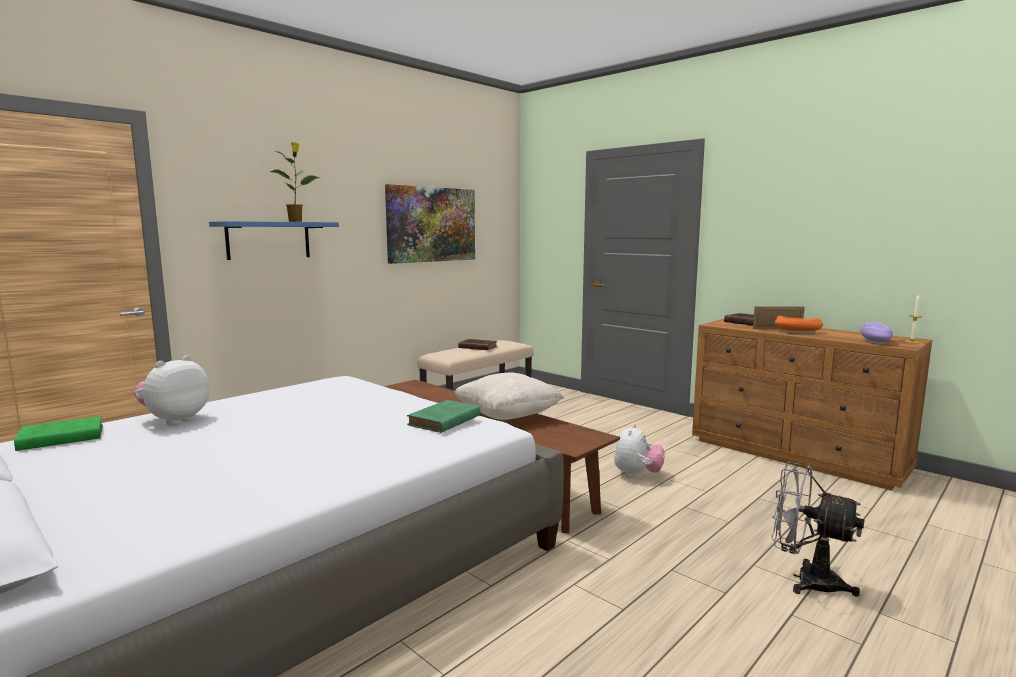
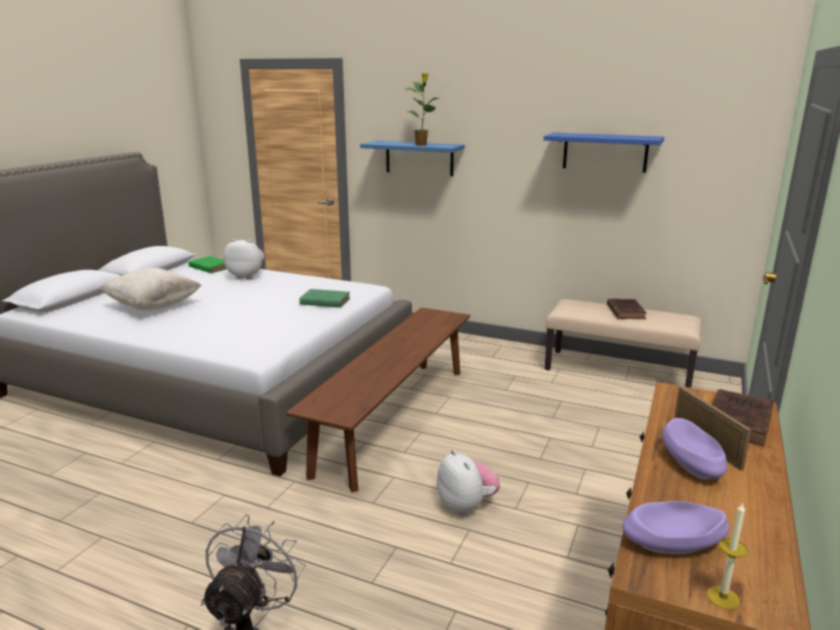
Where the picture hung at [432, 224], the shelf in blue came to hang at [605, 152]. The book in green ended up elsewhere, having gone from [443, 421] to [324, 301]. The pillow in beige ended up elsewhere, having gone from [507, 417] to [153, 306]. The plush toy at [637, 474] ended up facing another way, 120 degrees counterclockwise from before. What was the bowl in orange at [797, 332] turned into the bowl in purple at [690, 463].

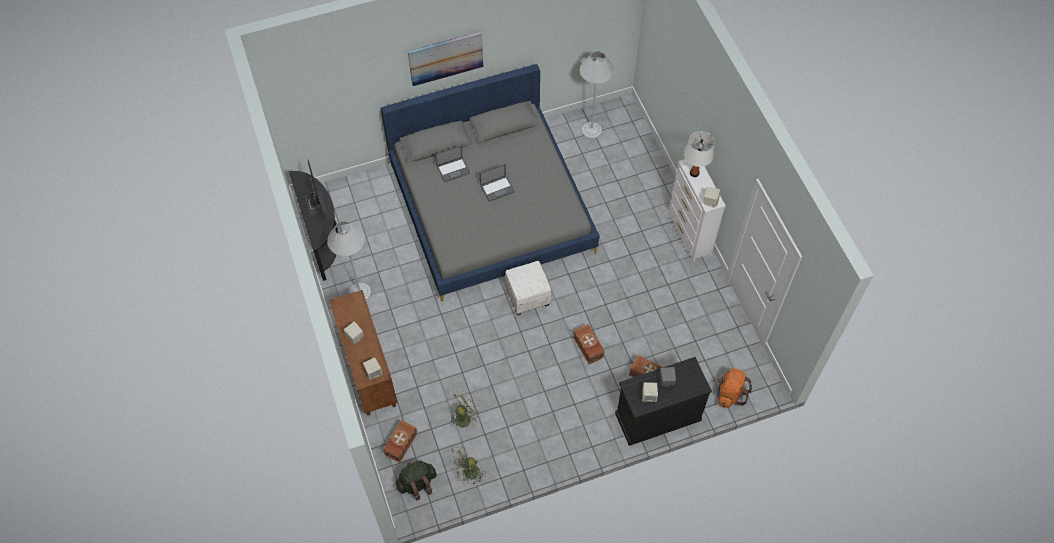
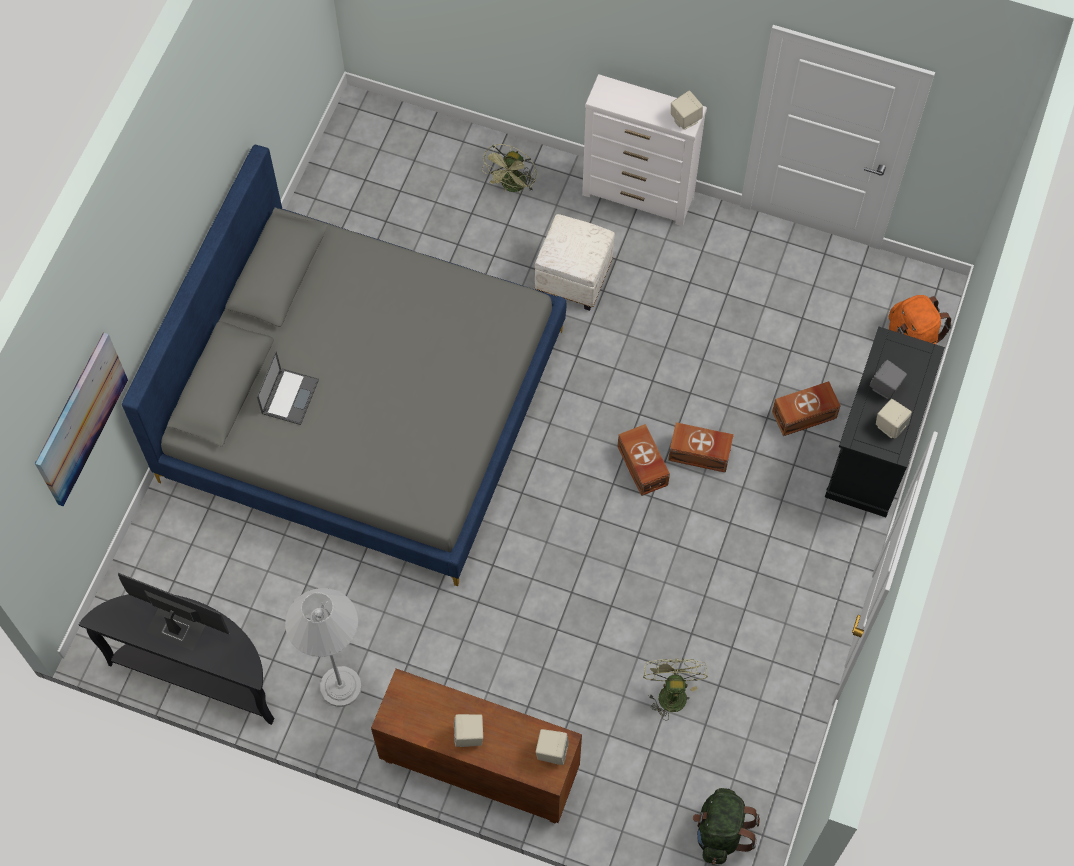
The storage box in brown ended up elsewhere, having gone from [400, 444] to [642, 467]. The picture ended up elsewhere, having gone from [446, 58] to [80, 419]. The fan in green ended up elsewhere, having gone from [468, 473] to [512, 187]. The second view lost the laptop at [497, 188]. The ottoman in white ended up elsewhere, having gone from [528, 296] to [573, 277]. The second view lost the floor lamp in white at [591, 130]. The second view lost the table lamp in white at [694, 173].

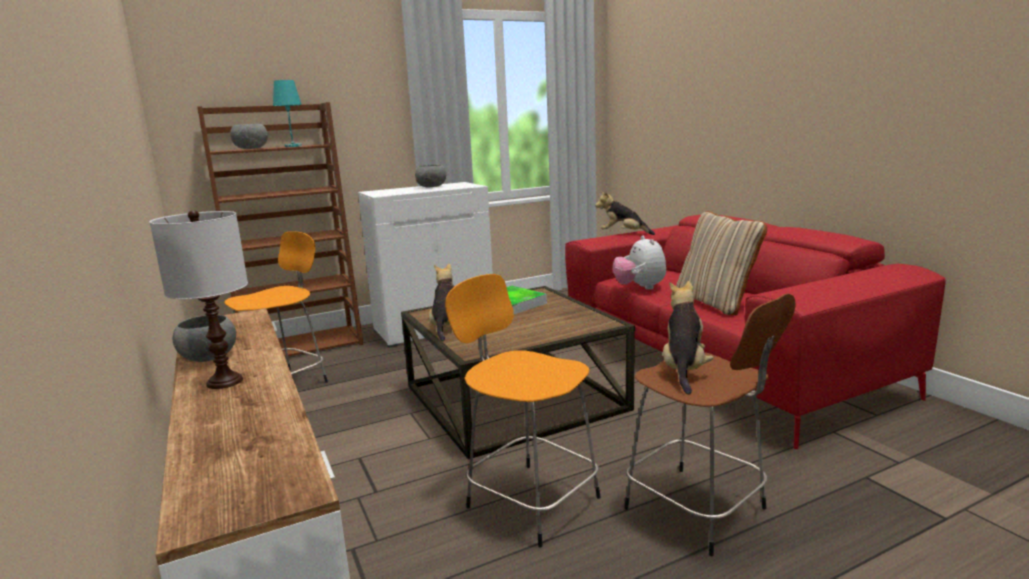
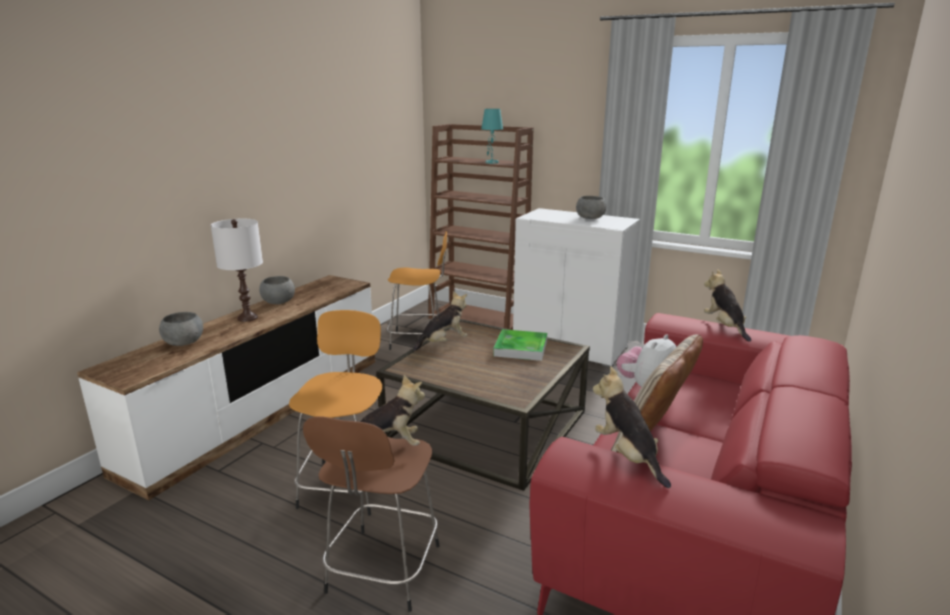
The bowl in grey ended up elsewhere, having gone from [251, 149] to [183, 343]. The second view gained the plush toy at [628, 456].

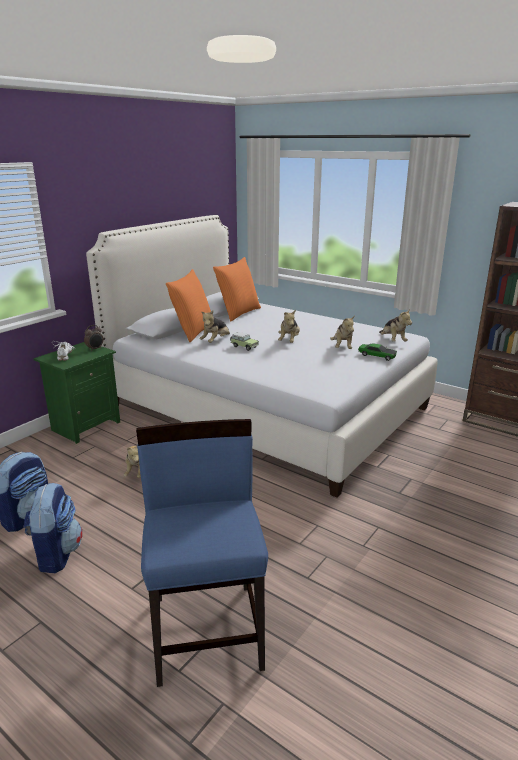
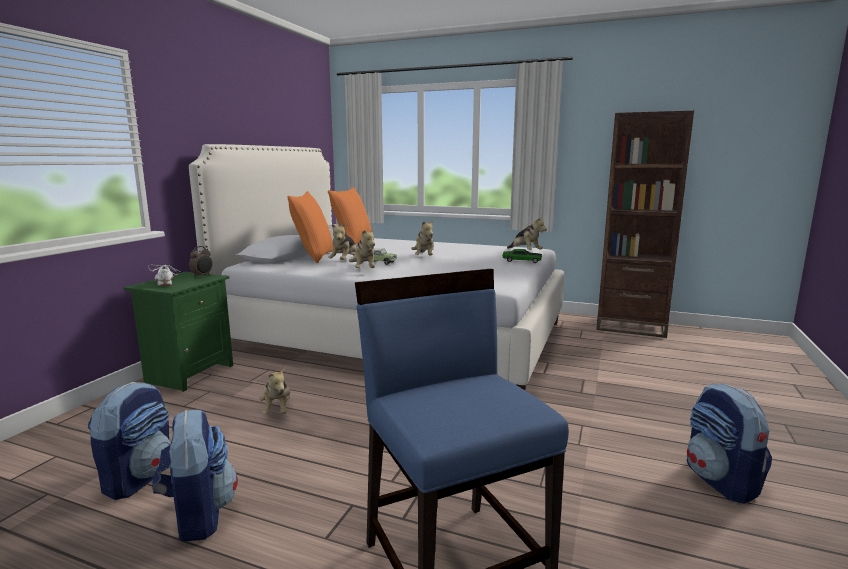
The plush toy ended up elsewhere, having gone from [342, 347] to [364, 270]. The second view gained the backpack at [721, 481].

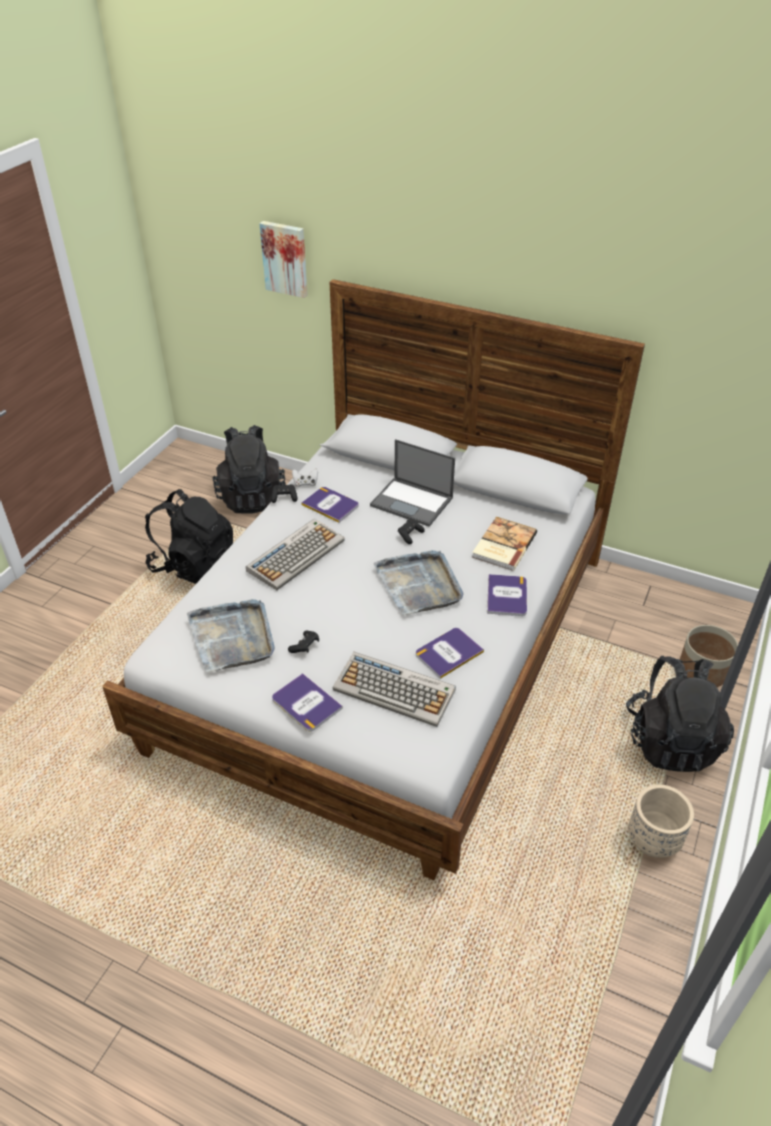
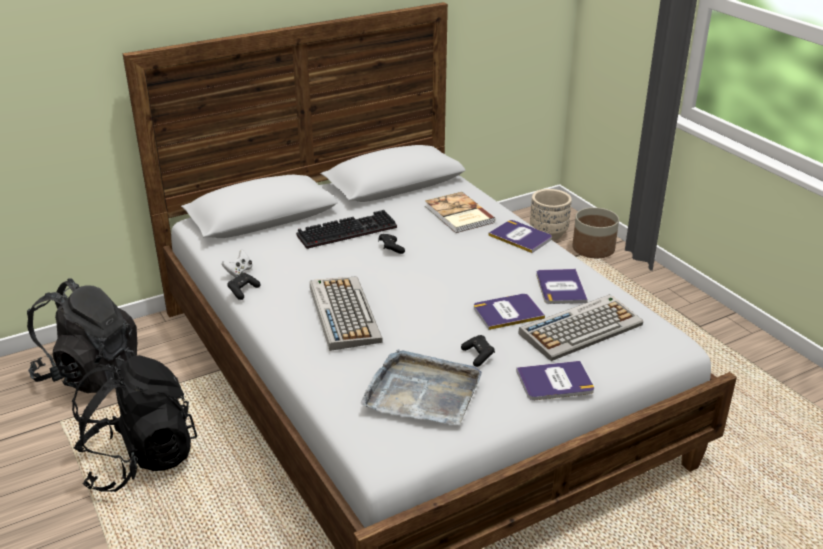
The second view lost the picture at [285, 258]. The book ended up elsewhere, having gone from [330, 505] to [508, 312]. Where the laptop stood at [412, 502], the keyboard came to stand at [348, 230]. The second view lost the tray in grey at [419, 584]. The second view lost the backpack in black at [671, 740]. The planter in beige ended up elsewhere, having gone from [653, 840] to [548, 233].

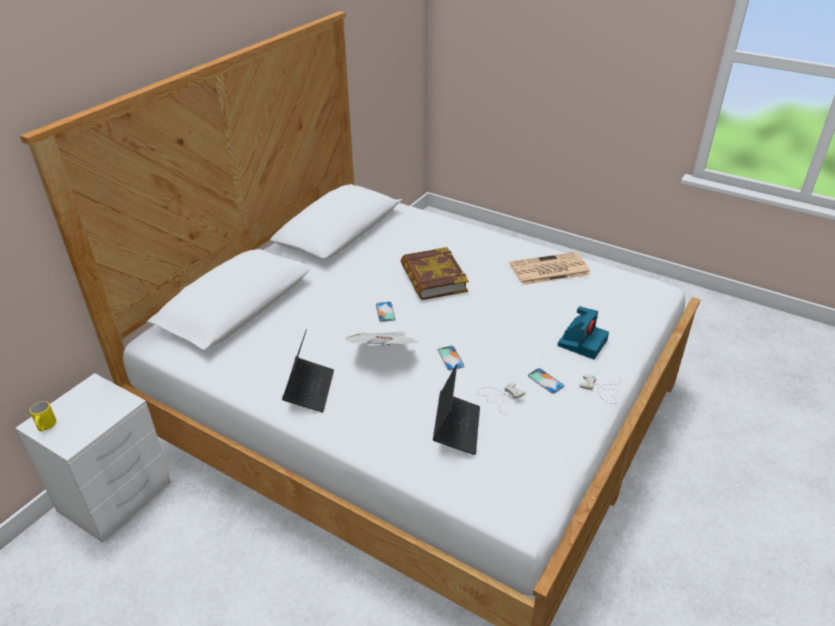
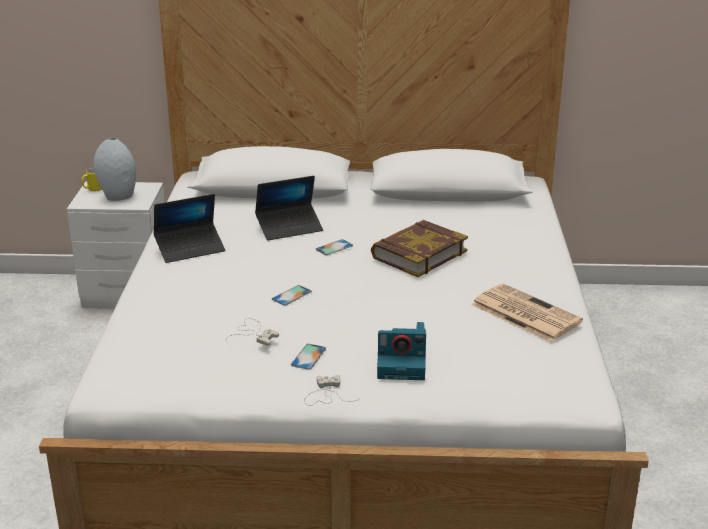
The second view lost the newspaper at [384, 353]. The laptop ended up elsewhere, having gone from [456, 428] to [289, 228]. The second view gained the vase in grey at [118, 196].

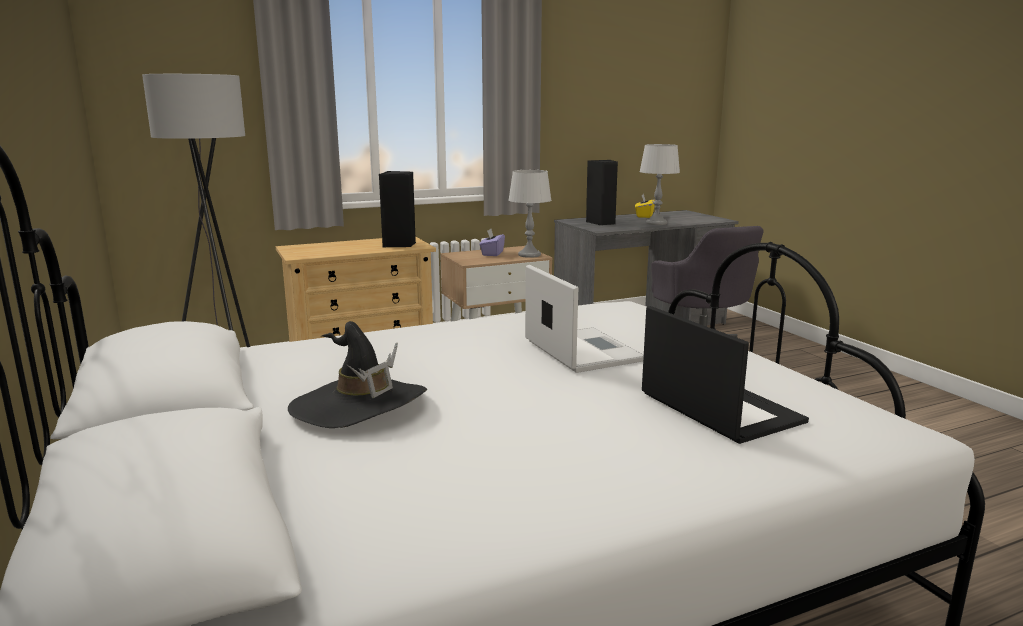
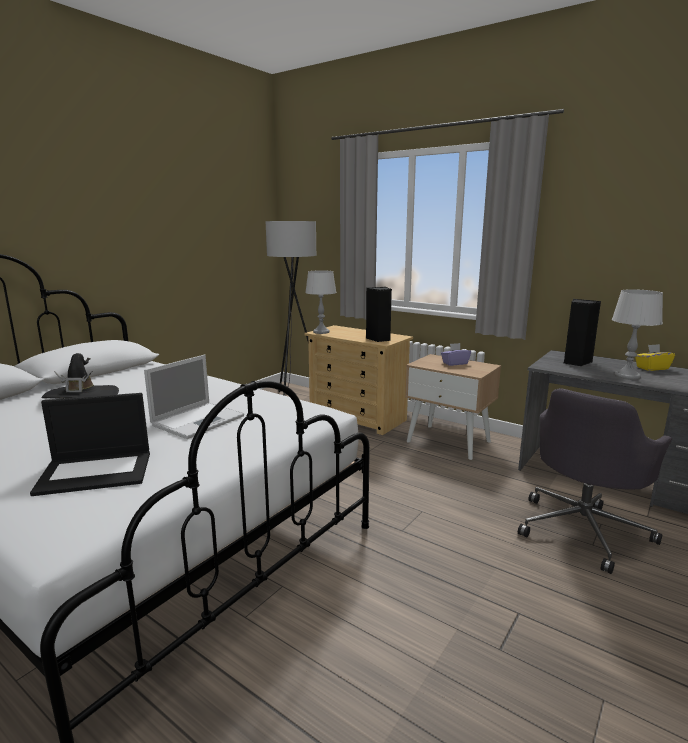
The table lamp in grey ended up elsewhere, having gone from [529, 255] to [321, 332]. The laptop at [717, 408] ended up facing another way, 45 degrees clockwise from before.

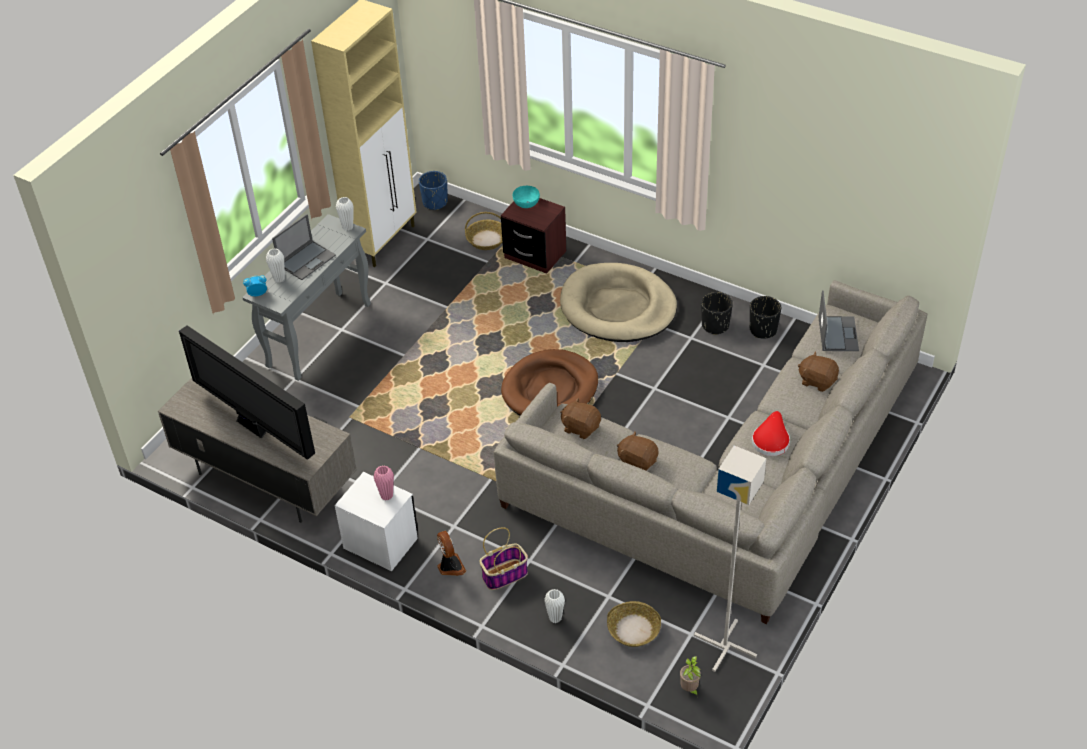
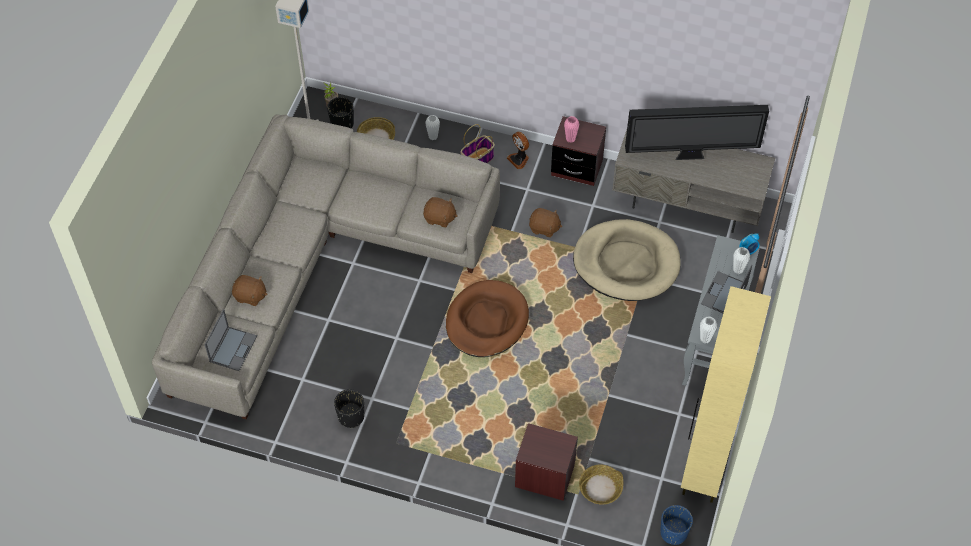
The television at [254, 428] ended up facing another way, 150 degrees clockwise from before. What was the nightstand in white at [381, 543] turned into the nightstand in brown at [577, 168]. The second view lost the bowl in turquoise at [526, 203]. The dog bed in beige ended up elsewhere, having gone from [618, 307] to [626, 263]. The plush toy in brown ended up elsewhere, having gone from [637, 461] to [544, 228]. The planter in black ended up elsewhere, having gone from [763, 330] to [342, 124]. The second view lost the hat in red at [771, 440]. The laptop at [837, 333] ended up facing another way, 150 degrees counterclockwise from before.

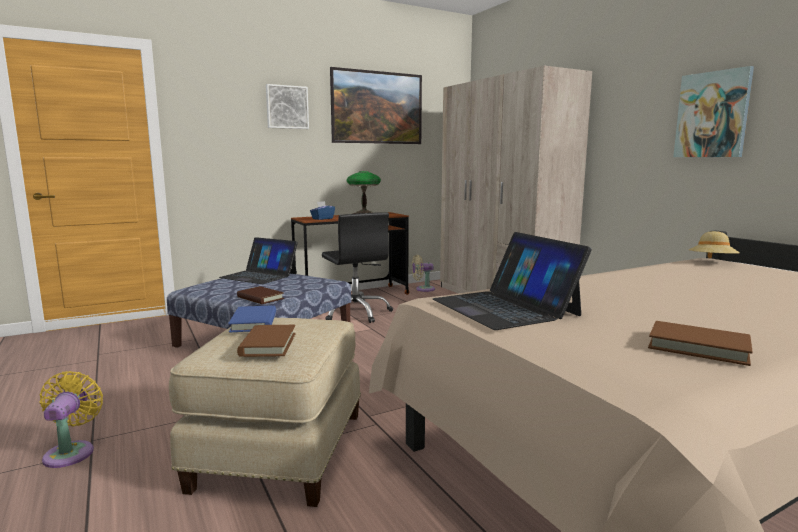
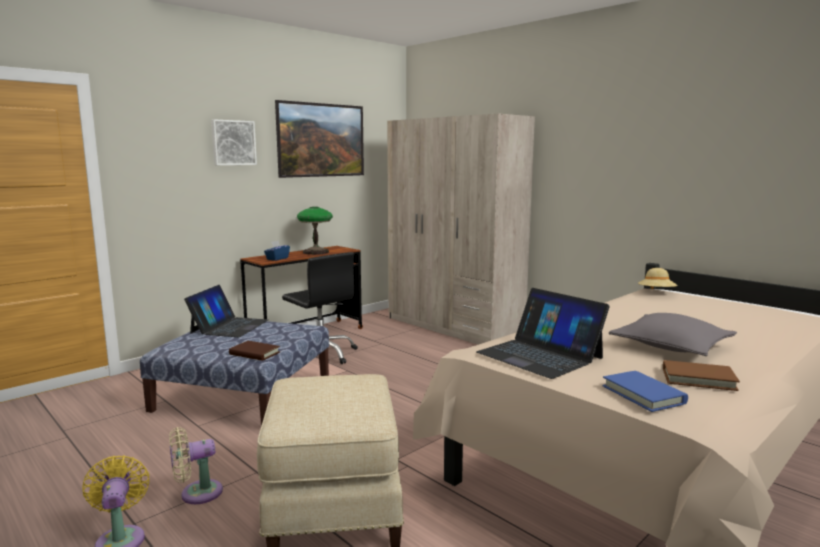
The laptop at [259, 275] ended up facing another way, 90 degrees counterclockwise from before. The book in blue ended up elsewhere, having gone from [254, 322] to [643, 394]. The second view lost the book in brown at [268, 344]. The fan in beige ended up elsewhere, having gone from [423, 289] to [197, 493]. The second view lost the picture at [712, 115]. The second view gained the pillow in grey at [671, 346].

